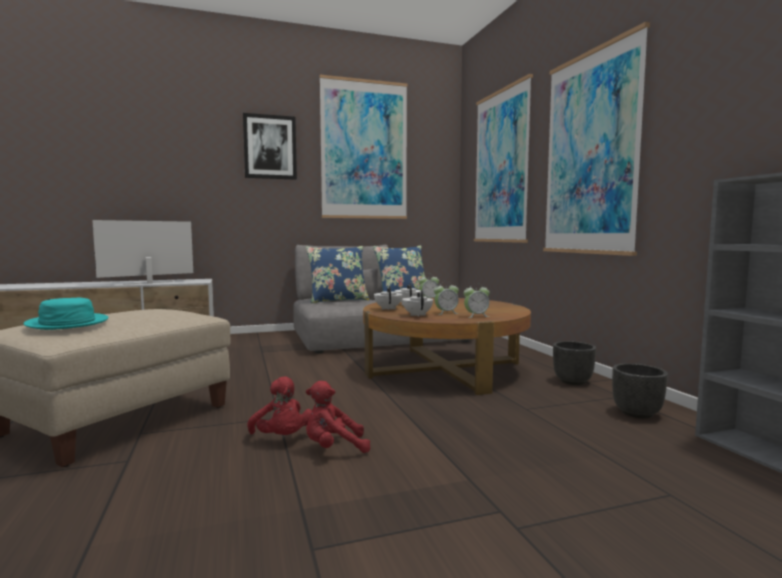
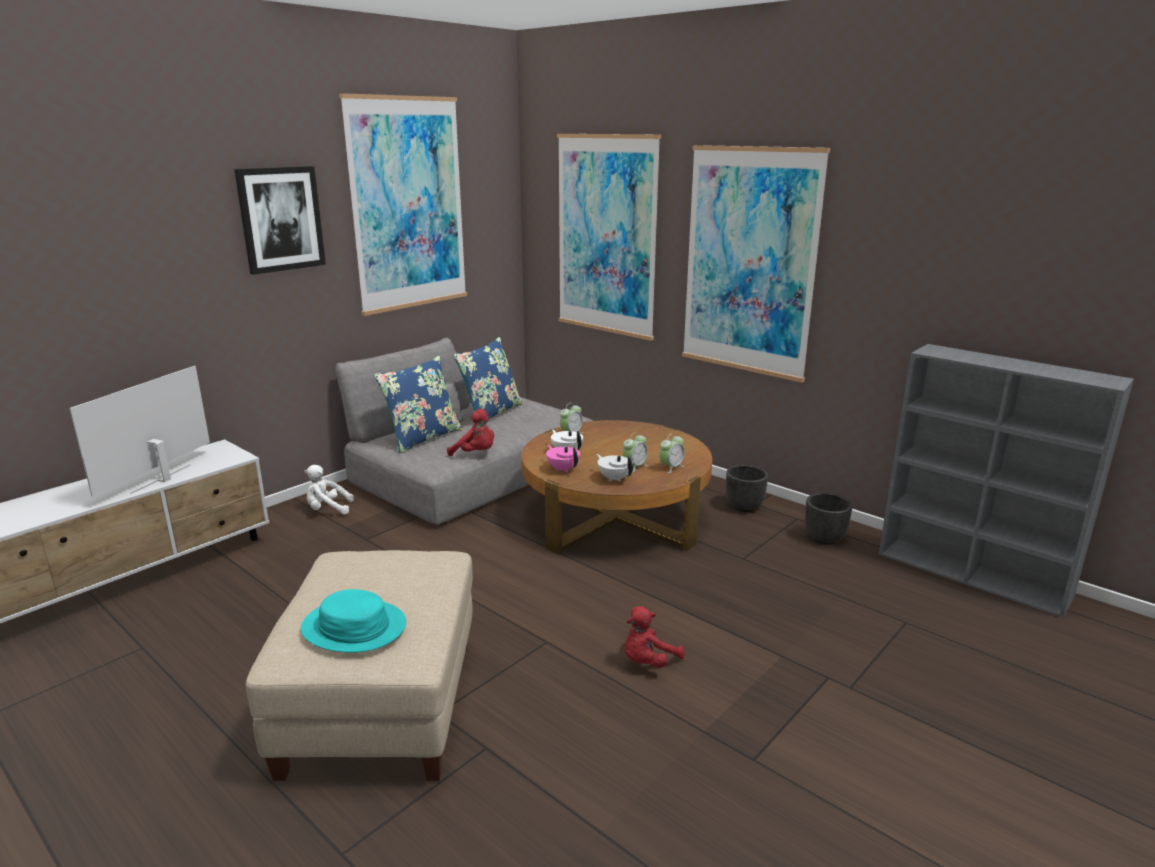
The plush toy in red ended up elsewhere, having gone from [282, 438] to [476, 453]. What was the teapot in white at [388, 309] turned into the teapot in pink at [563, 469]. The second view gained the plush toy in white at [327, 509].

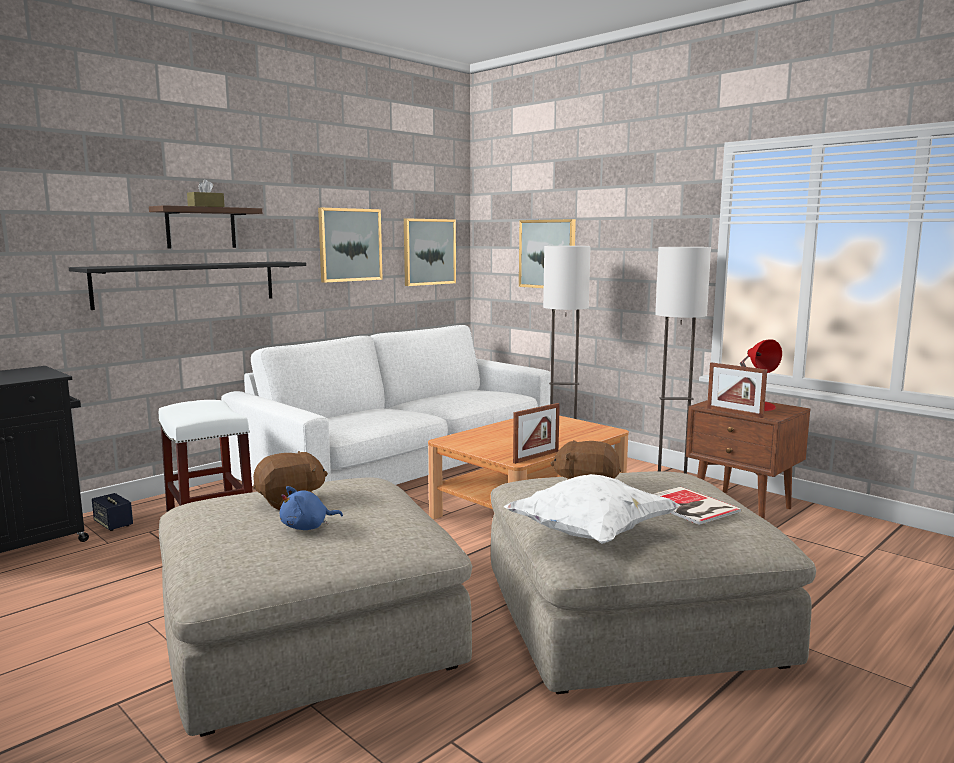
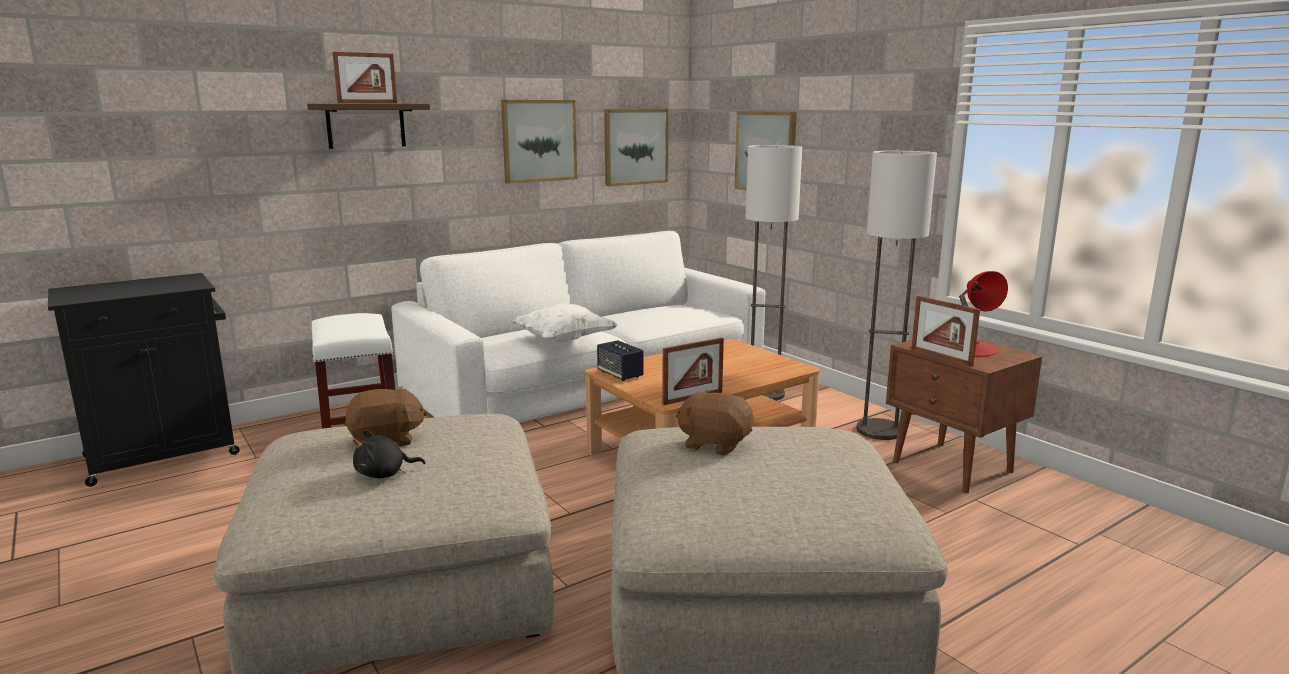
The second view lost the shelf in black at [187, 283]. The speaker ended up elsewhere, having gone from [113, 524] to [620, 374]. Where the tissue box in brown stood at [206, 206], the picture frame came to stand at [368, 103]. What was the plush toy in blue at [307, 527] turned into the plush toy in black at [384, 474]. The pillow in white ended up elsewhere, having gone from [590, 534] to [563, 340]. The second view lost the book at [689, 507].

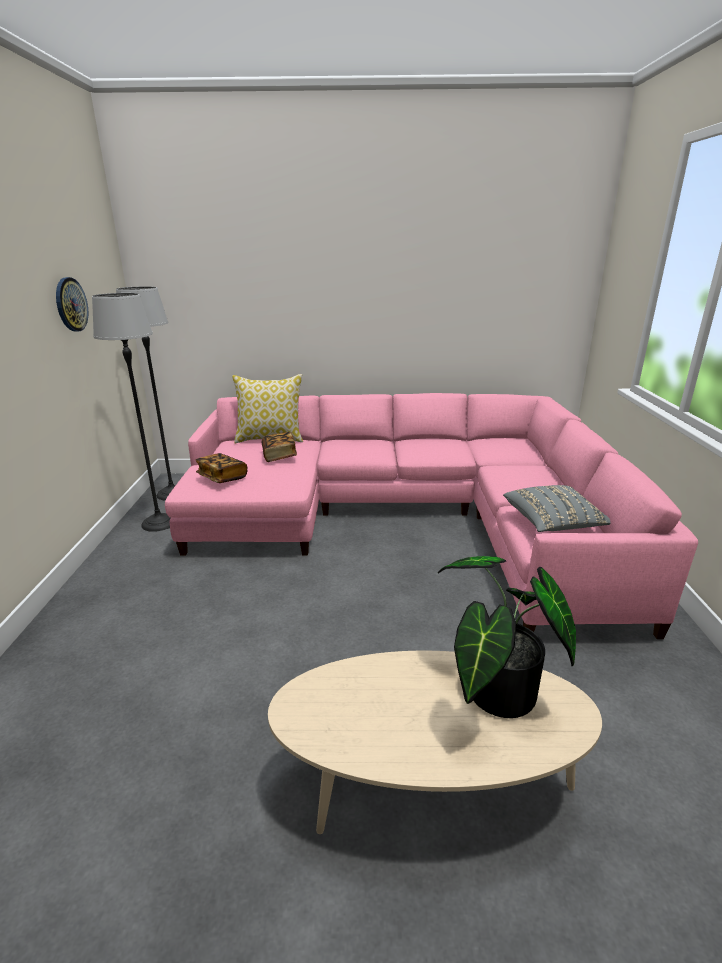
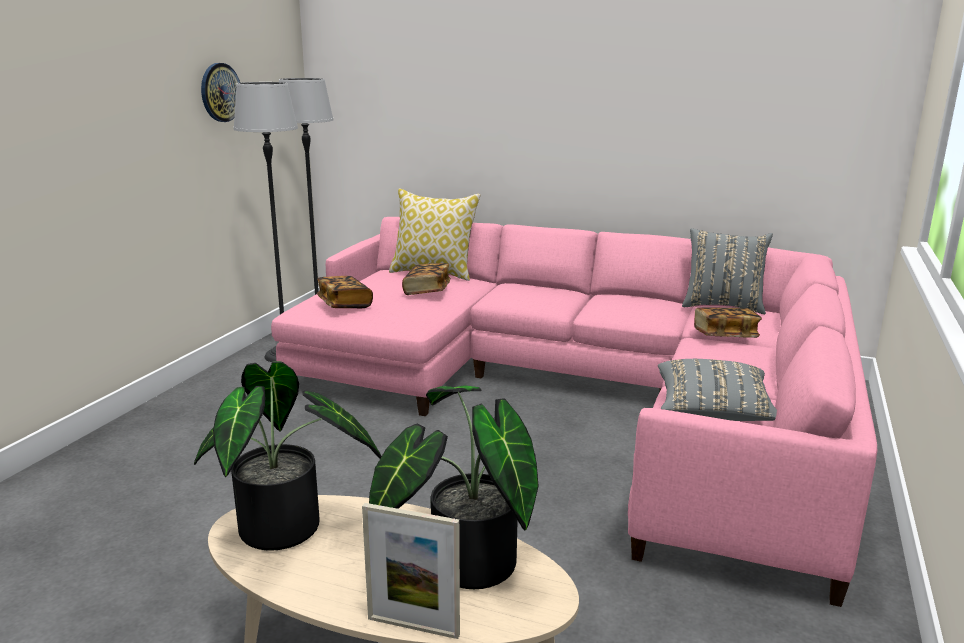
The second view gained the potted plant at [287, 531]. The second view gained the picture frame at [413, 627]. The second view gained the pillow in grey at [722, 306]. The second view gained the book at [725, 336].

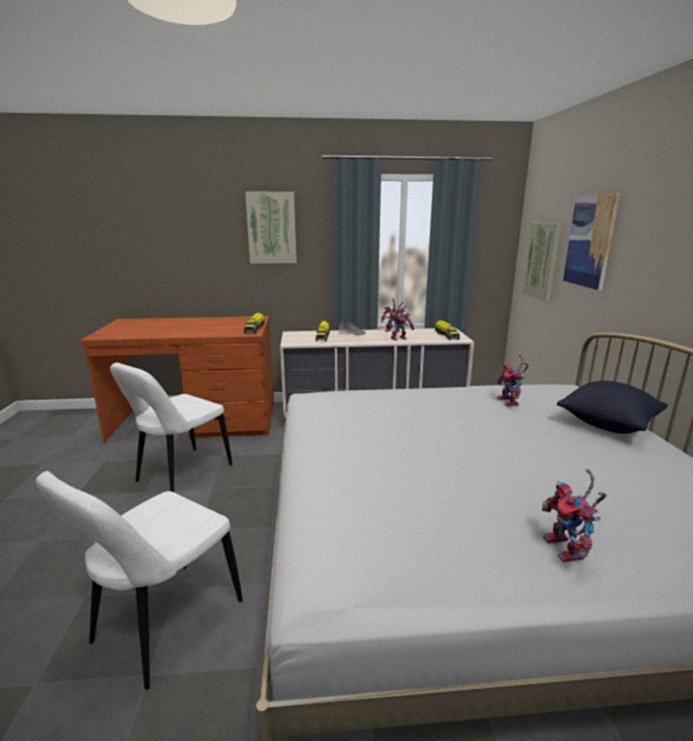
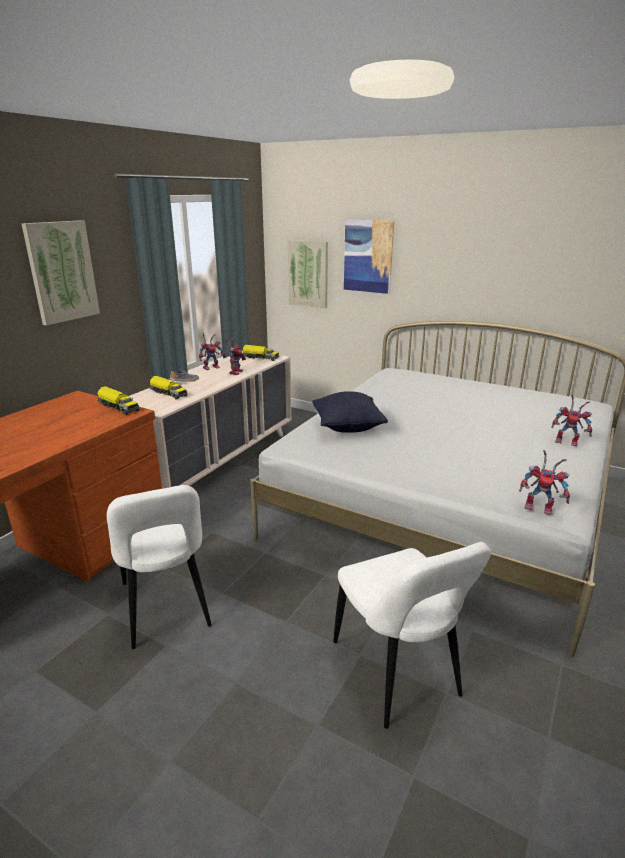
The toy robot ended up elsewhere, having gone from [510, 402] to [541, 507]. The pillow in black ended up elsewhere, having gone from [607, 425] to [347, 427].

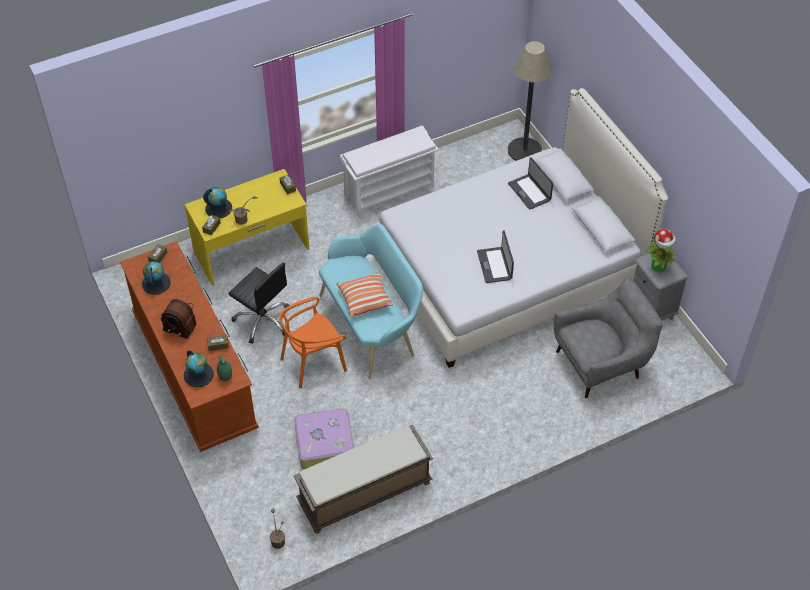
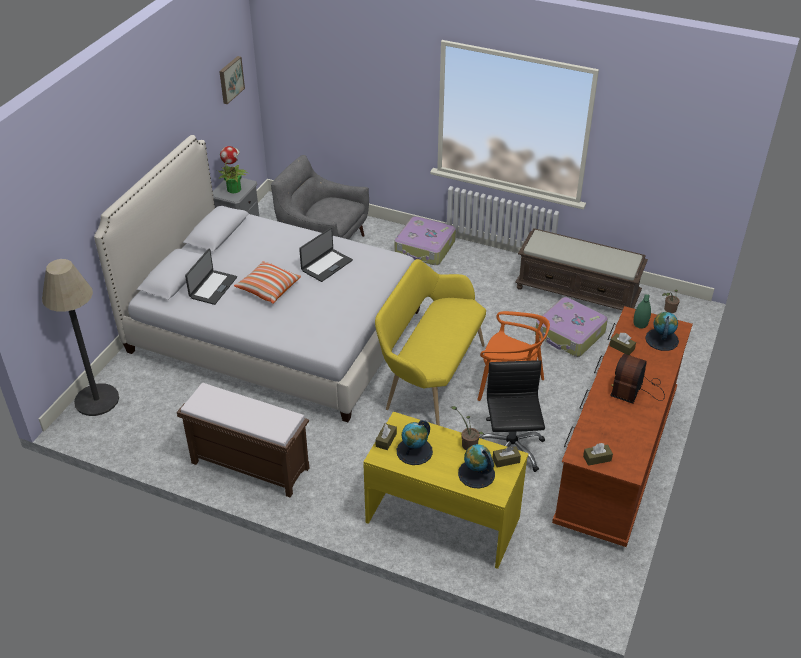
The globe ended up elsewhere, having gone from [156, 283] to [414, 451]. The radio at [178, 321] ended up facing another way, 135 degrees counterclockwise from before. What was the bench in turquoise at [372, 325] turned into the bench in yellow at [430, 376]. The pillow ended up elsewhere, having gone from [365, 299] to [268, 289]. What was the bench in white at [390, 190] turned into the bench in brown at [249, 465]. The second view gained the picture at [230, 79]. The second view gained the suitcase at [425, 248].

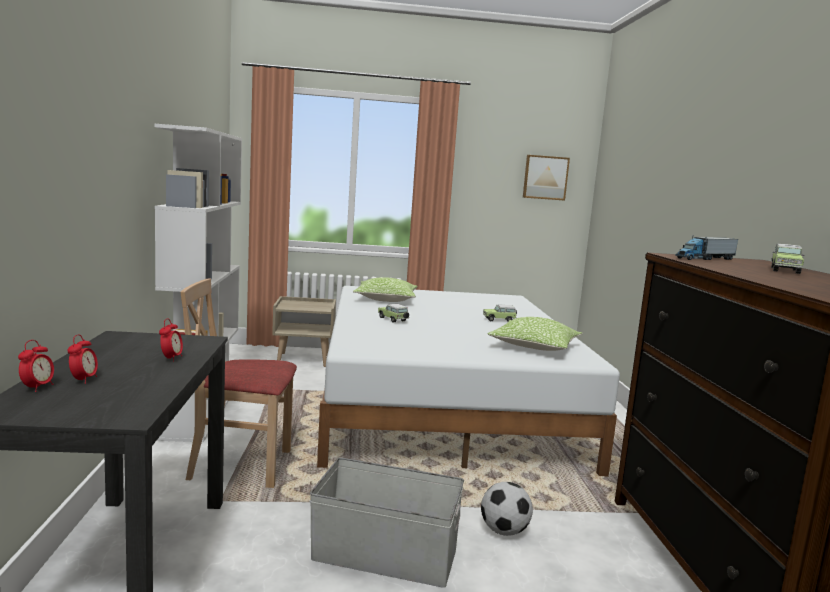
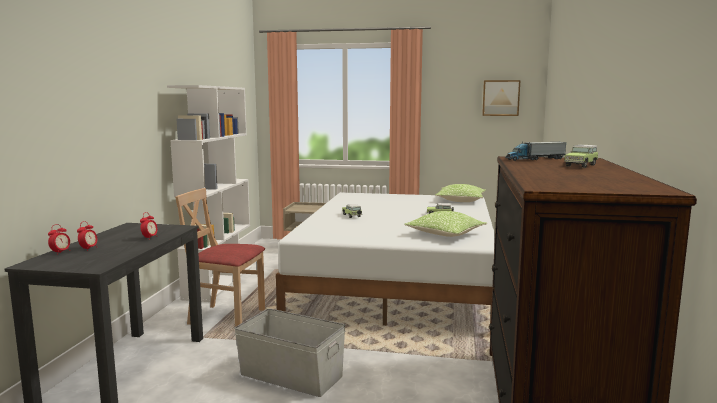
The pillow ended up elsewhere, having gone from [386, 299] to [460, 200]. The second view lost the football at [503, 531].

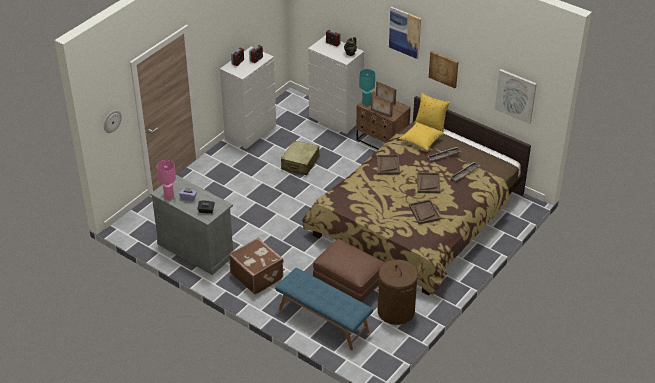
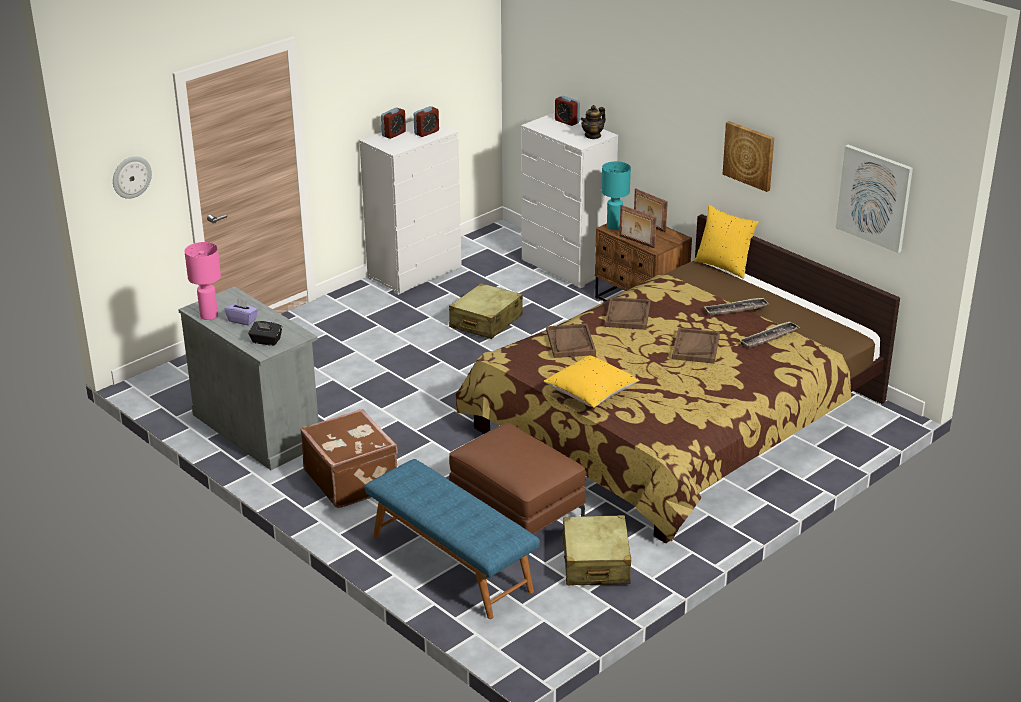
Where the laundry basket in brown stood at [396, 311], the suitcase in beige came to stand at [595, 563]. The second view lost the picture at [405, 32]. The pillow in yellow ended up elsewhere, having gone from [421, 141] to [591, 393]. The tray in brown ended up elsewhere, having gone from [424, 212] to [570, 342].

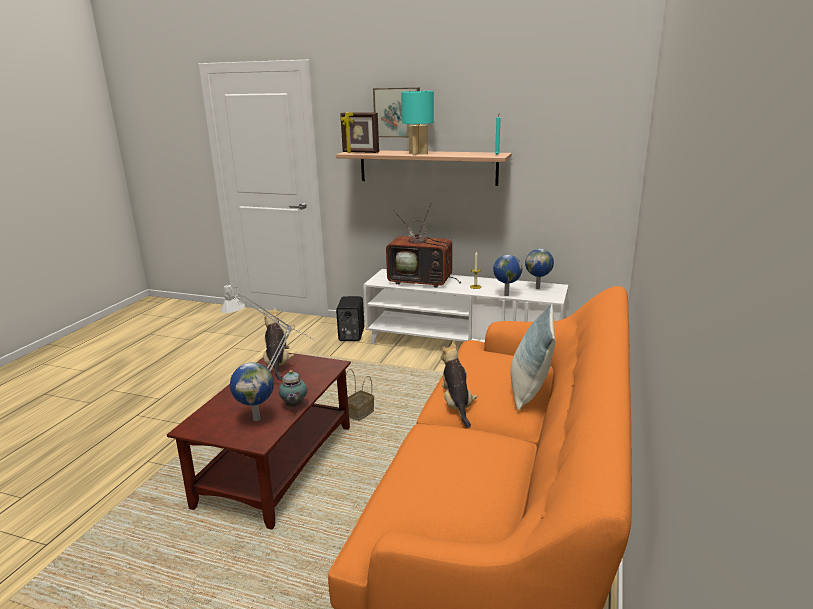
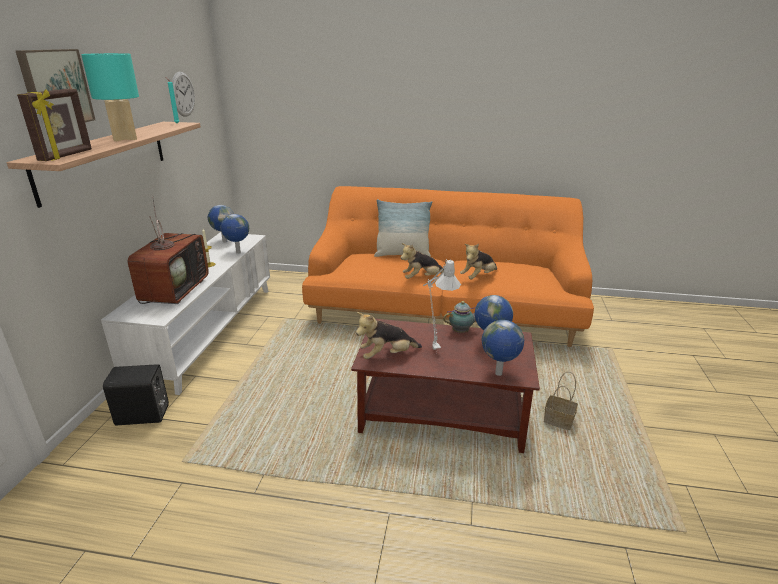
The basket ended up elsewhere, having gone from [359, 414] to [559, 421]. The second view gained the wall clock at [183, 94]. The second view gained the plush toy at [478, 277]. The second view gained the globe at [498, 374].

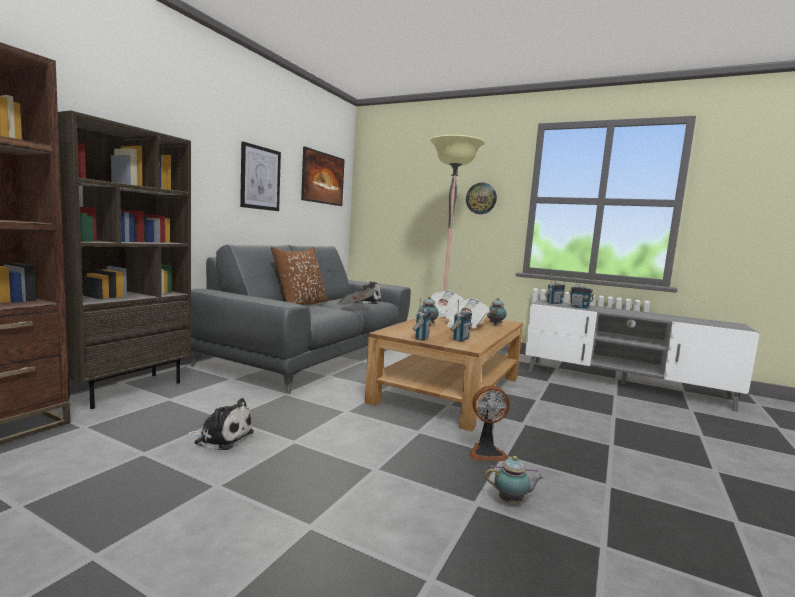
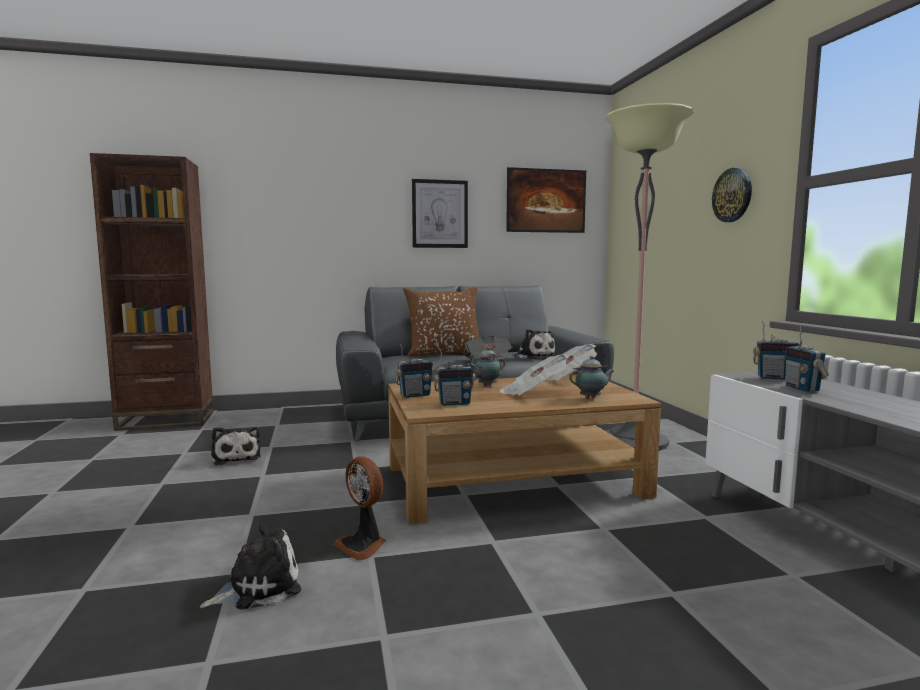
The second view lost the bookcase in brown at [126, 389]. Where the teapot stood at [512, 502], the plush toy came to stand at [258, 587].

